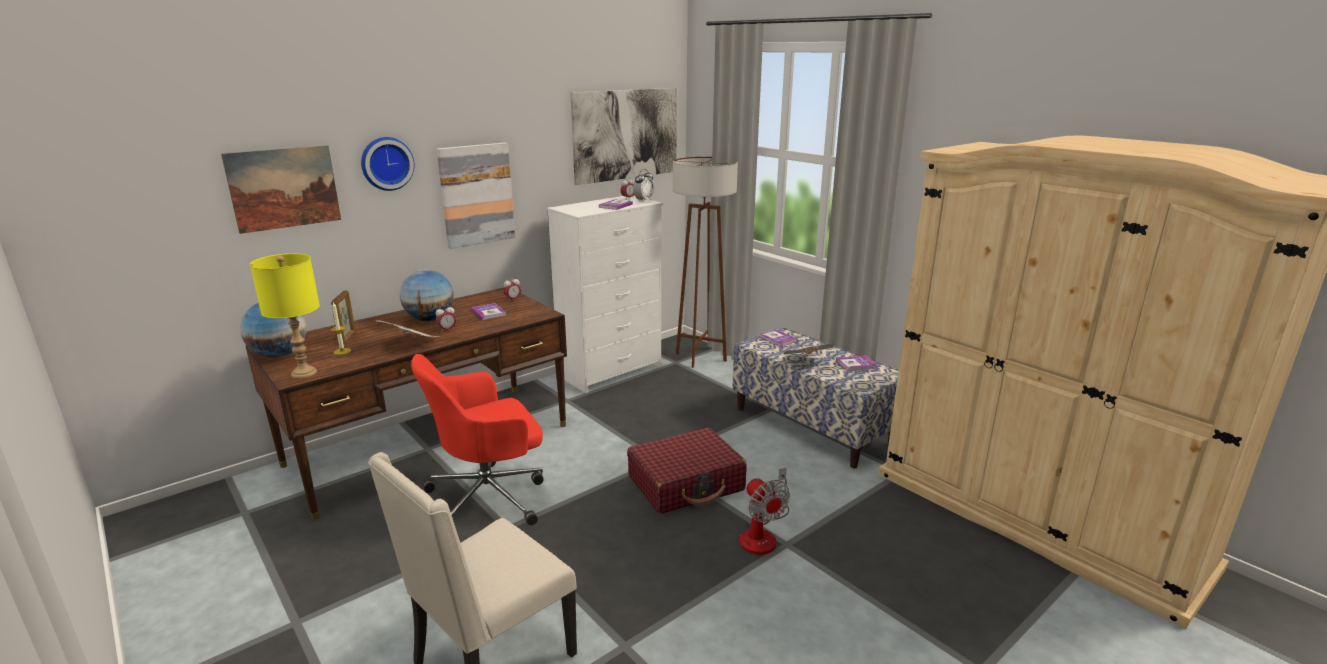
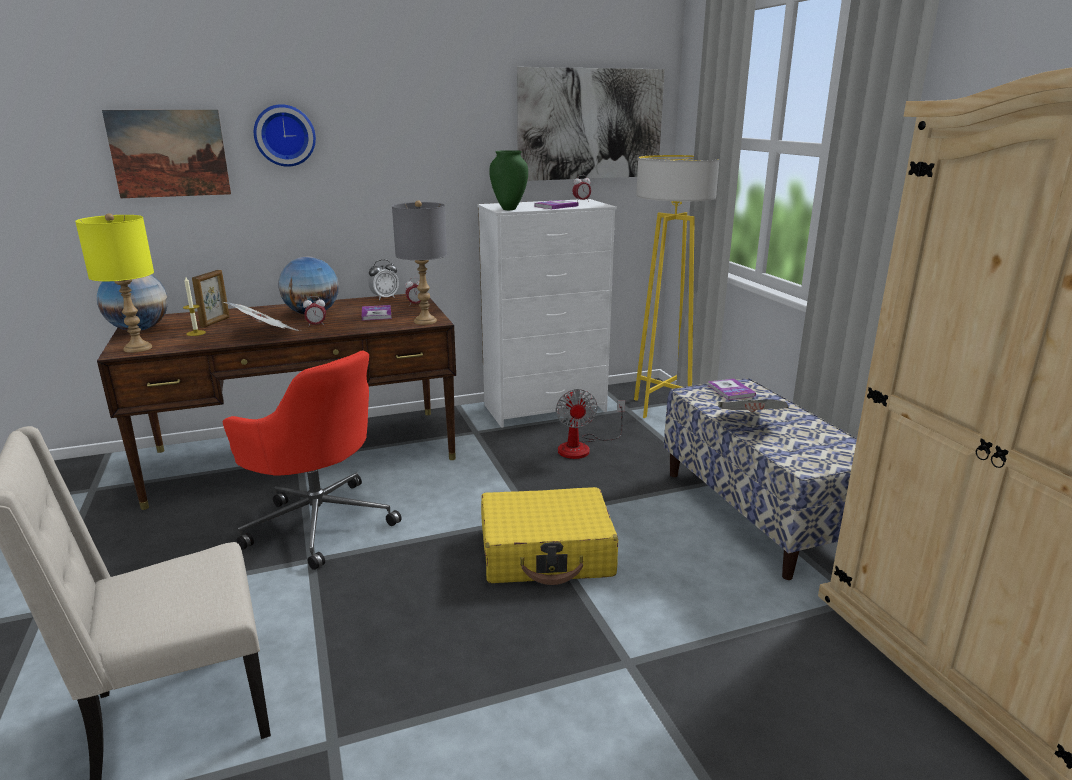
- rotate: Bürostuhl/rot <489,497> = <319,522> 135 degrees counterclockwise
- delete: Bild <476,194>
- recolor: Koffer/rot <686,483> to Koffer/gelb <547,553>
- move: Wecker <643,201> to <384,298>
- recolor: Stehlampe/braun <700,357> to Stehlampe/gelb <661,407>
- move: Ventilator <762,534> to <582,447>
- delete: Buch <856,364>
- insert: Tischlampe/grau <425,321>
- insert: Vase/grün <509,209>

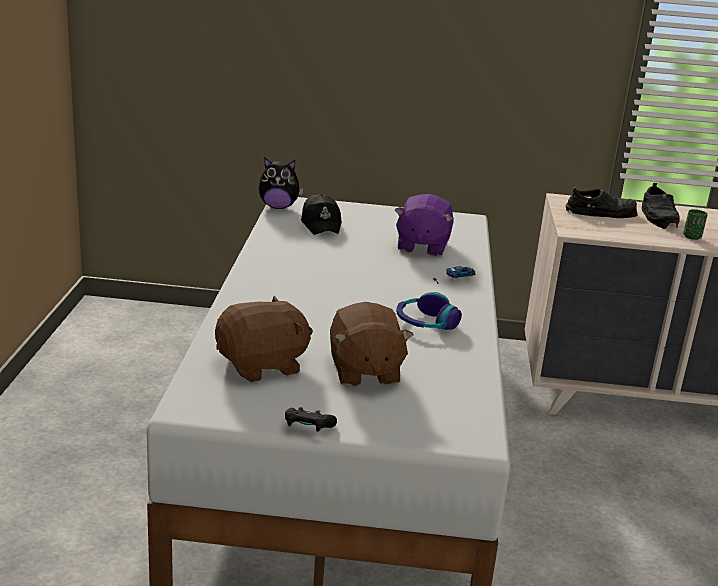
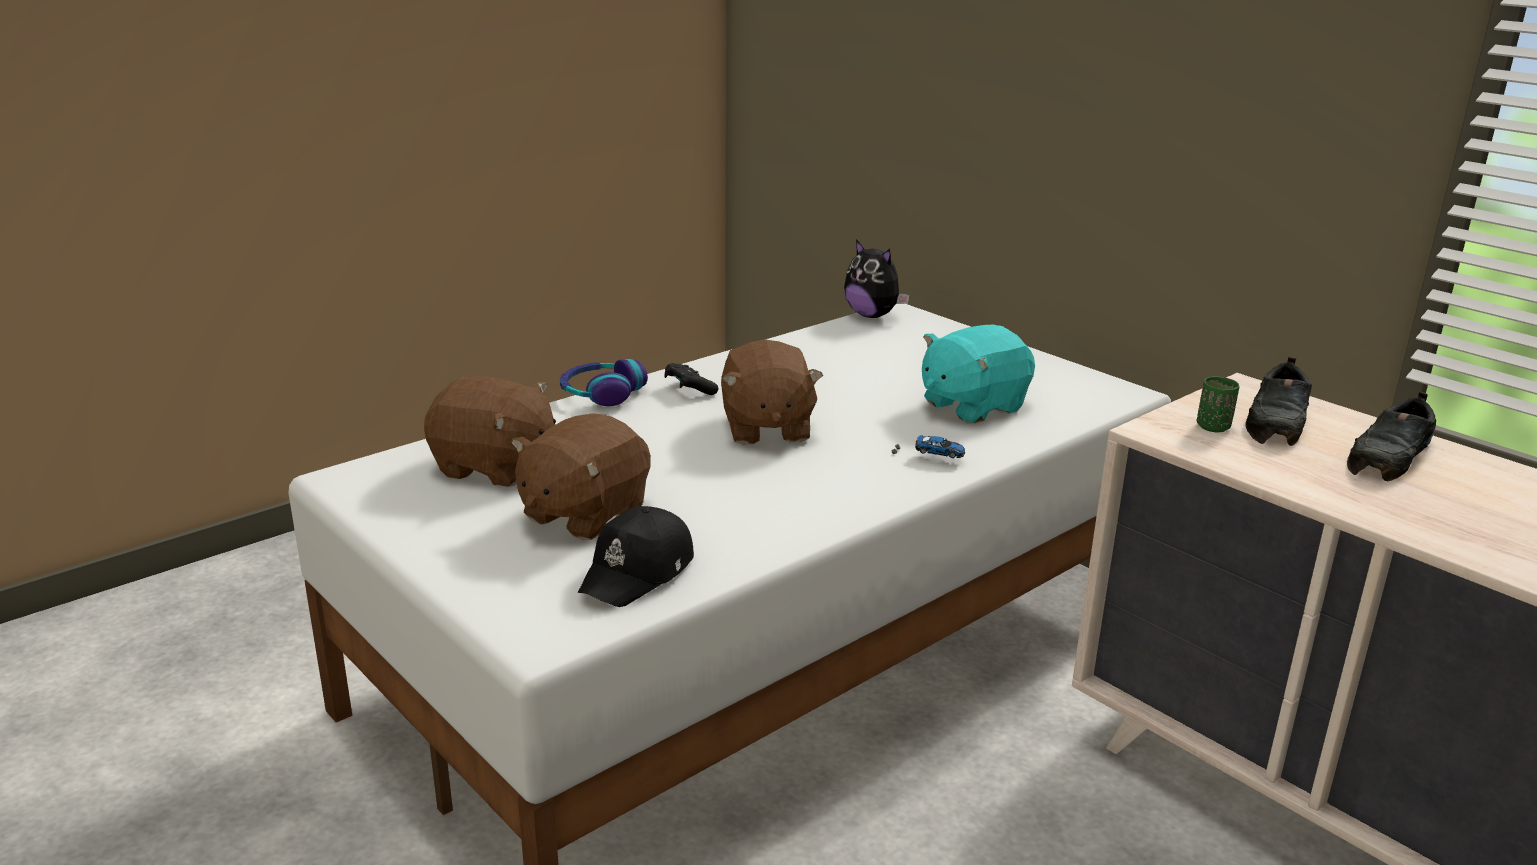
- move: Gamepad/schwarz <307,428> to <689,389>
- move: Kappe/schwarz <321,224> to <638,572>
- recolor: Plüschtier/lila <422,246> to Plüschtier/türkis <971,406>
- move: Kopfhörer <425,322> to <602,393>
- rotate: Schuh/schwarz <601,212> = <1278,421> 75 degrees clockwise
- move: Tasse/grün <692,237> to <1213,427>
- insert: Plüschtier/braun <766,428>

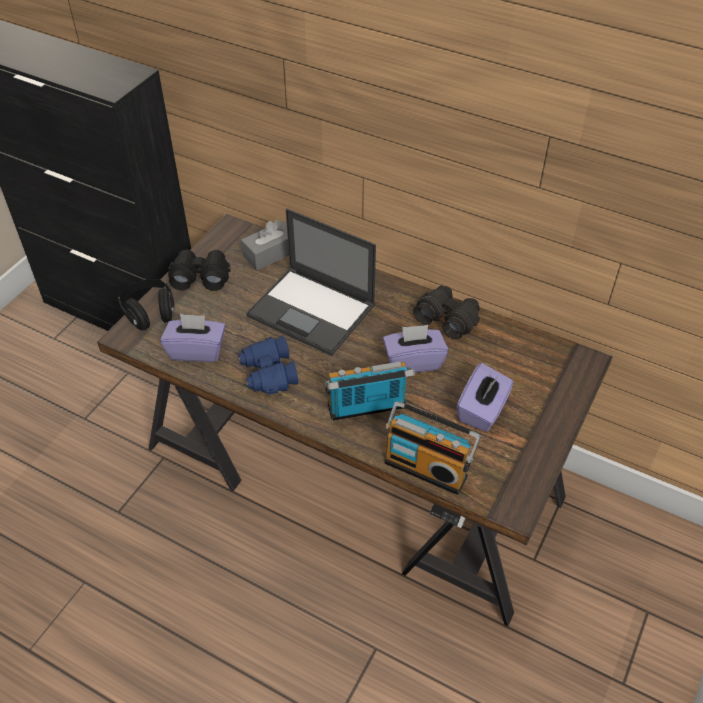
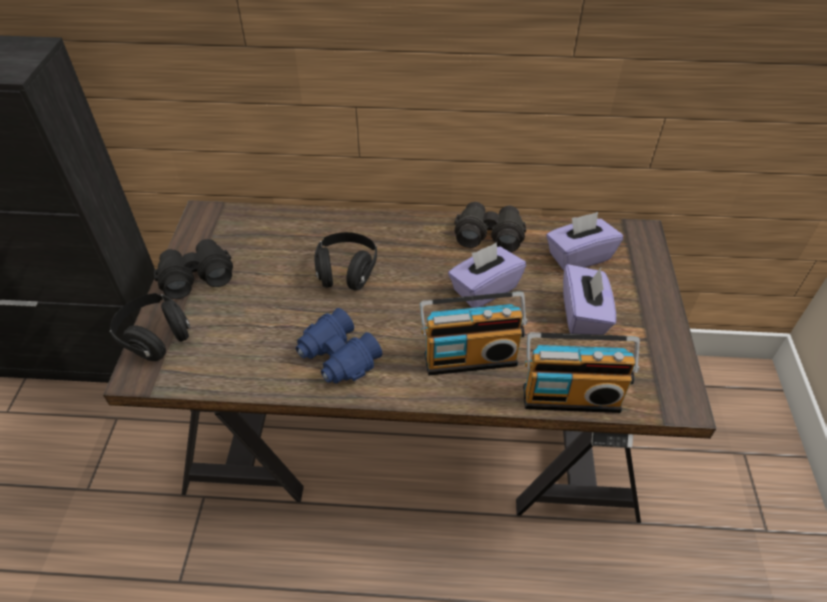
- move: Taschentuchbox/lila <197,350> to <578,256>
- delete: Taschentuchbox/grau <270,253>
- replace: Laptop <313,311> to Kopfhörer/schwarz <346,272>
- rotate: Radio <367,409> = <470,356> 150 degrees counterclockwise

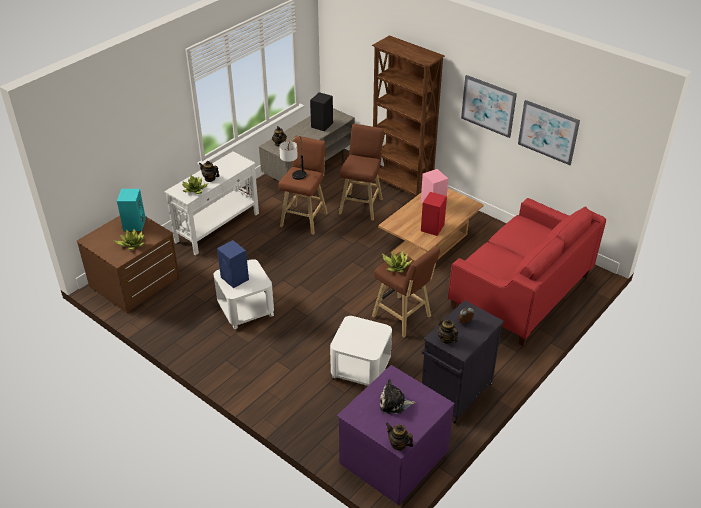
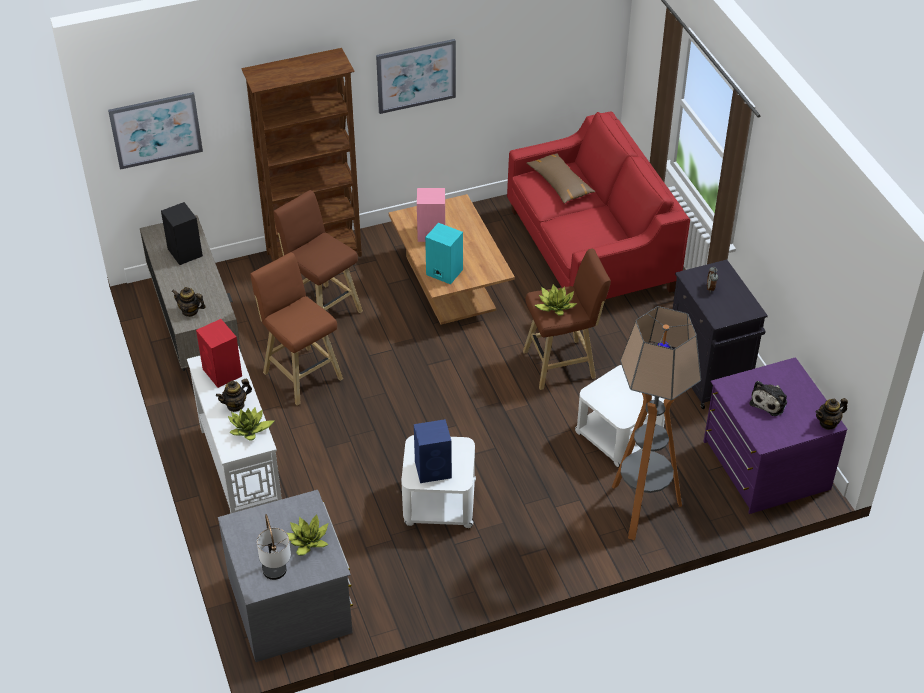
- recolor: Kommode/braun <135,283> to Kommode/grau <291,604>
- move: Lautsprecher/türkis <134,224> to <443,272>
- move: Tischlampe <294,178> to <277,579>
- move: Lautsprecher/rot <432,228> to <223,373>
- delete: Teekanne <446,339>
- move: Bild <548,132> to <156,130>
- insert: Kissen/braun <560,184>
- insert: Stehlampe <642,509>

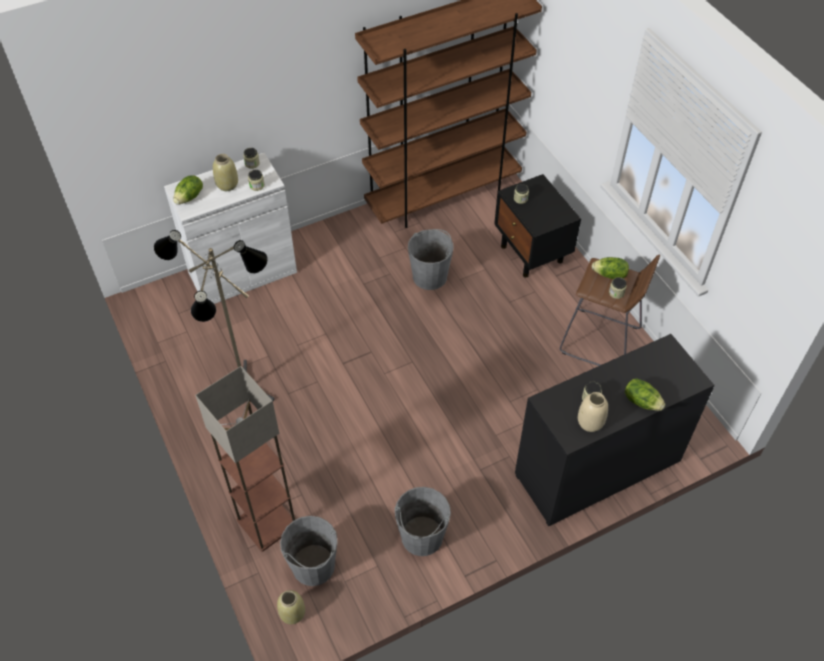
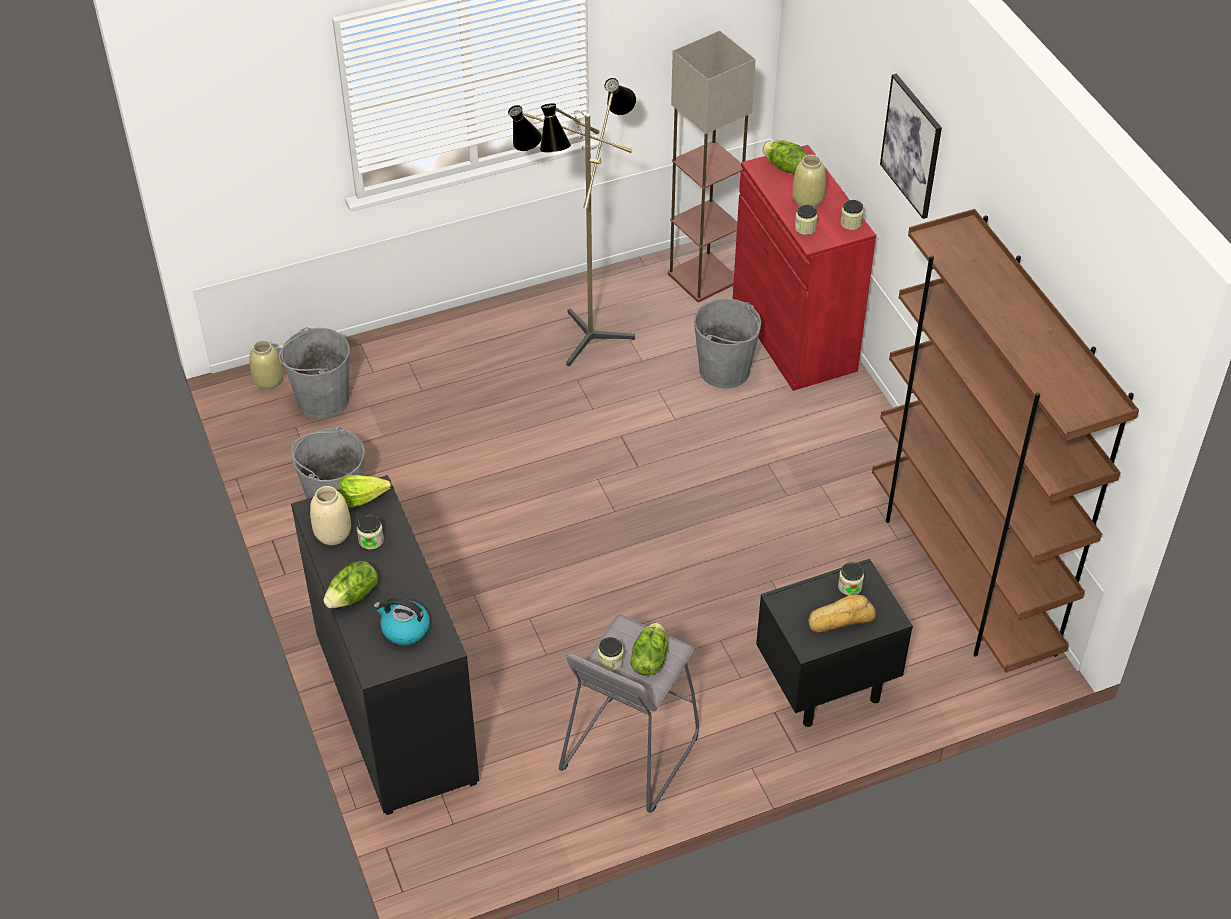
- recolor: Schrank/weiß <243,273> to Schrank/rot <794,334>
- move: Stehlampe <266,523> to <703,277>
- move: Eimer/grau <430,276> to <725,370>
- recolor: Hocker/braun <600,341> to Hocker/grau <628,753>
- insert: Salatkopf <367,499>
- insert: Wasserkessel <404,629>
- insert: Brot <840,618>
- insert: Bild <912,146>

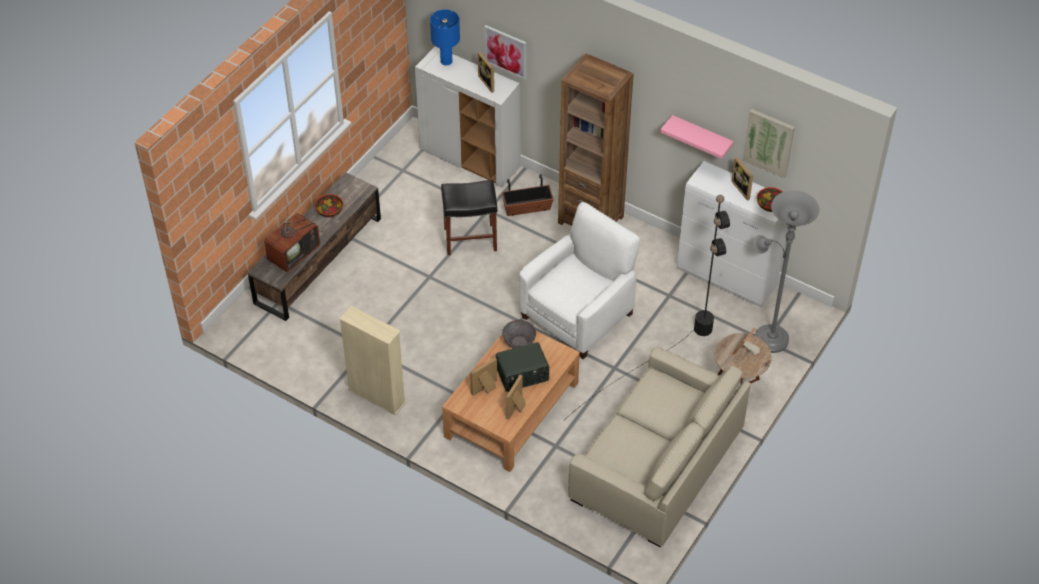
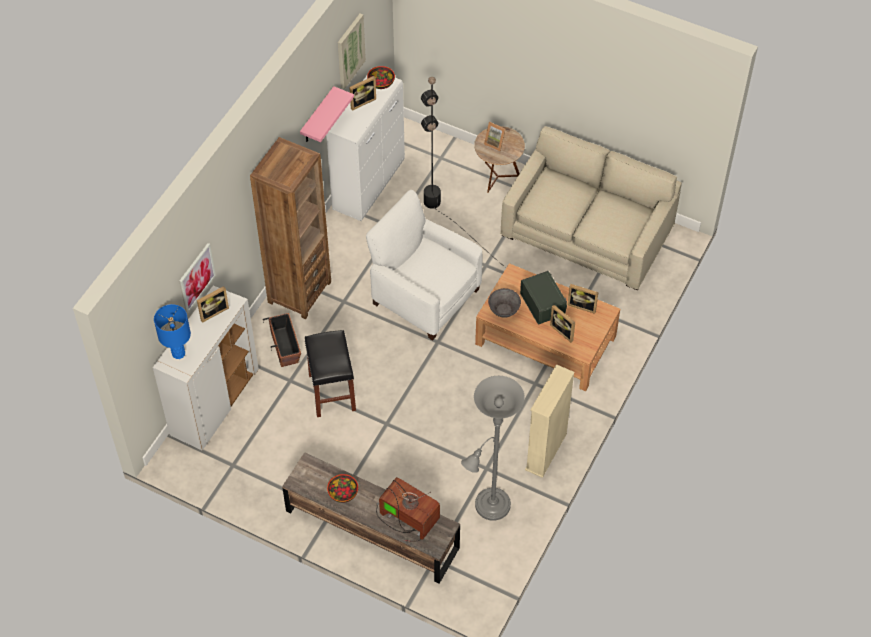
- move: Stehlampe/grau <768,336> to <489,508>

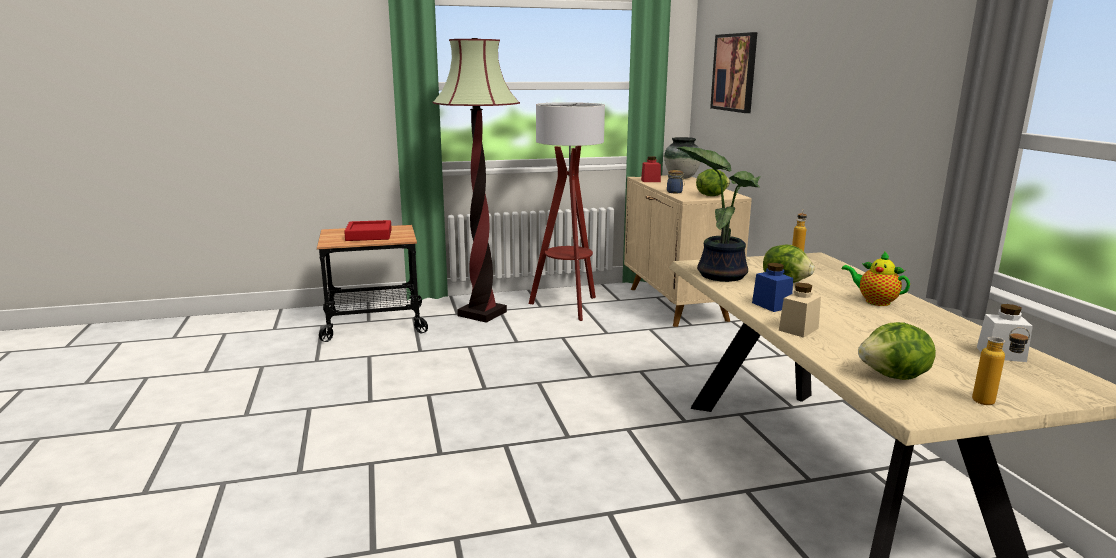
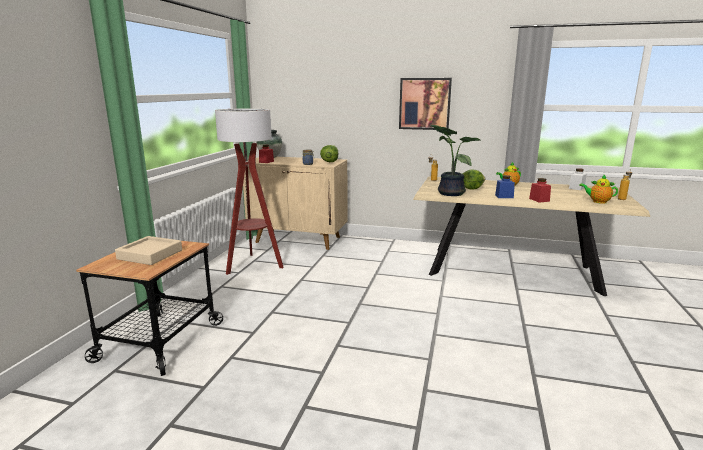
- recolor: Tablett/rot <369,235> to Tablett/beige <150,254>
- delete: Stehlampe <482,313>
- move: Bild <734,72> to <424,104>
- recolor: Vorratsglas/beige <798,329> to Vorratsglas/rot <539,200>
- replace: Salatkopf <894,377> to Teekanne <597,201>

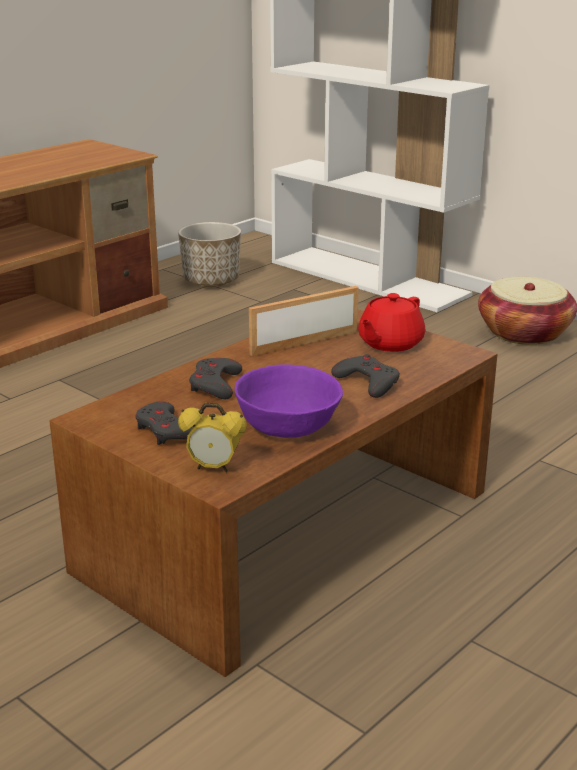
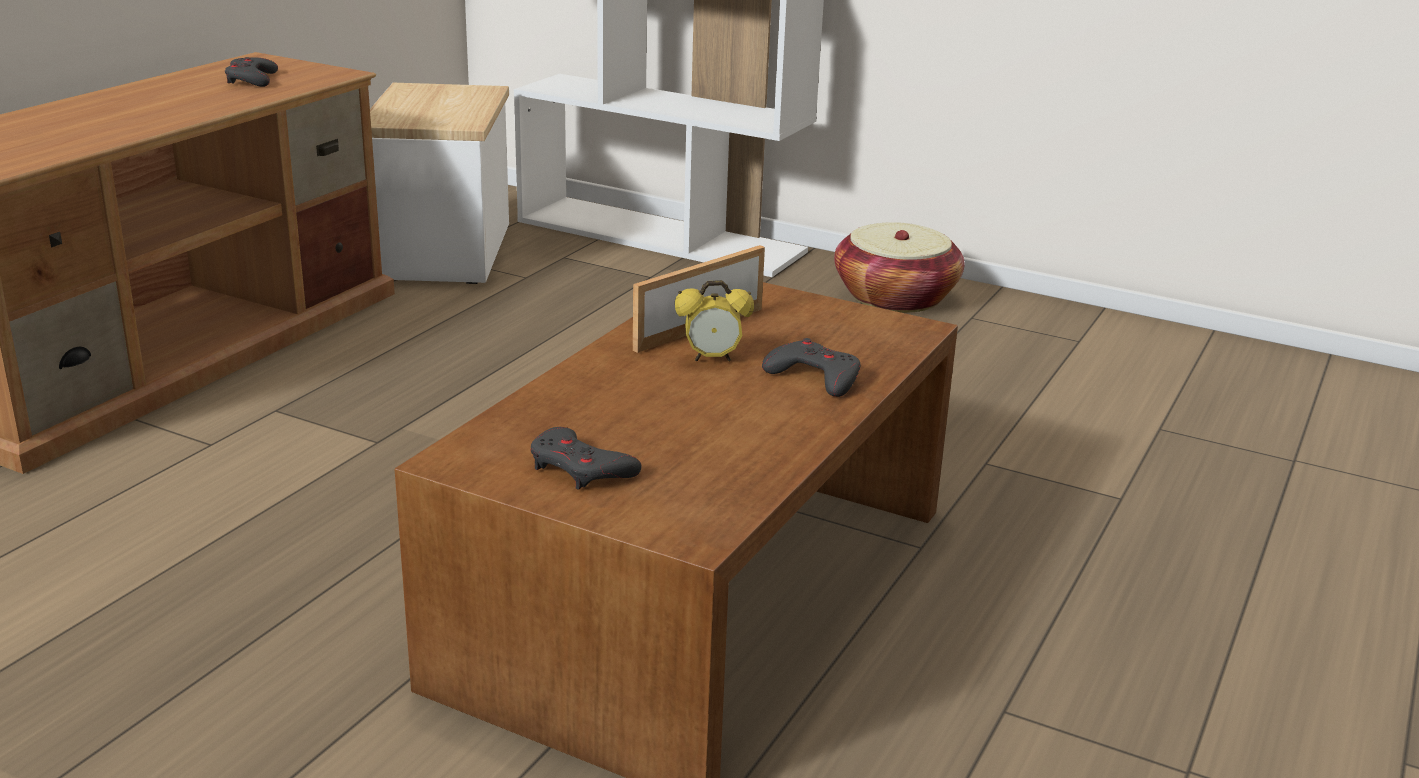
- replace: Pflanzkübel <211,281> to Beistelltisch <441,252>
- move: Wecker <213,468> to <712,358>
- move: Gamepad/grau <215,384> to <252,79>
- delete: Schüssel/lila <288,426>
- delete: Teekanne/rot <389,343>

